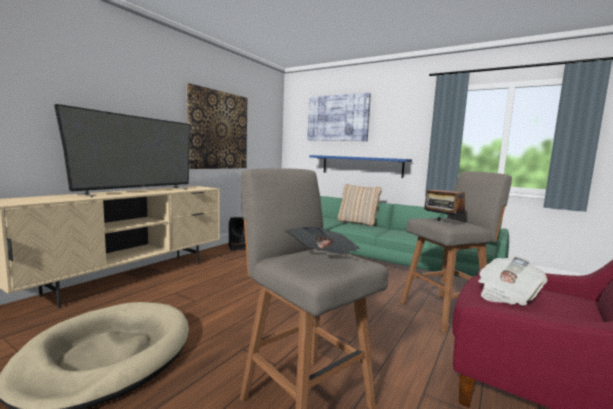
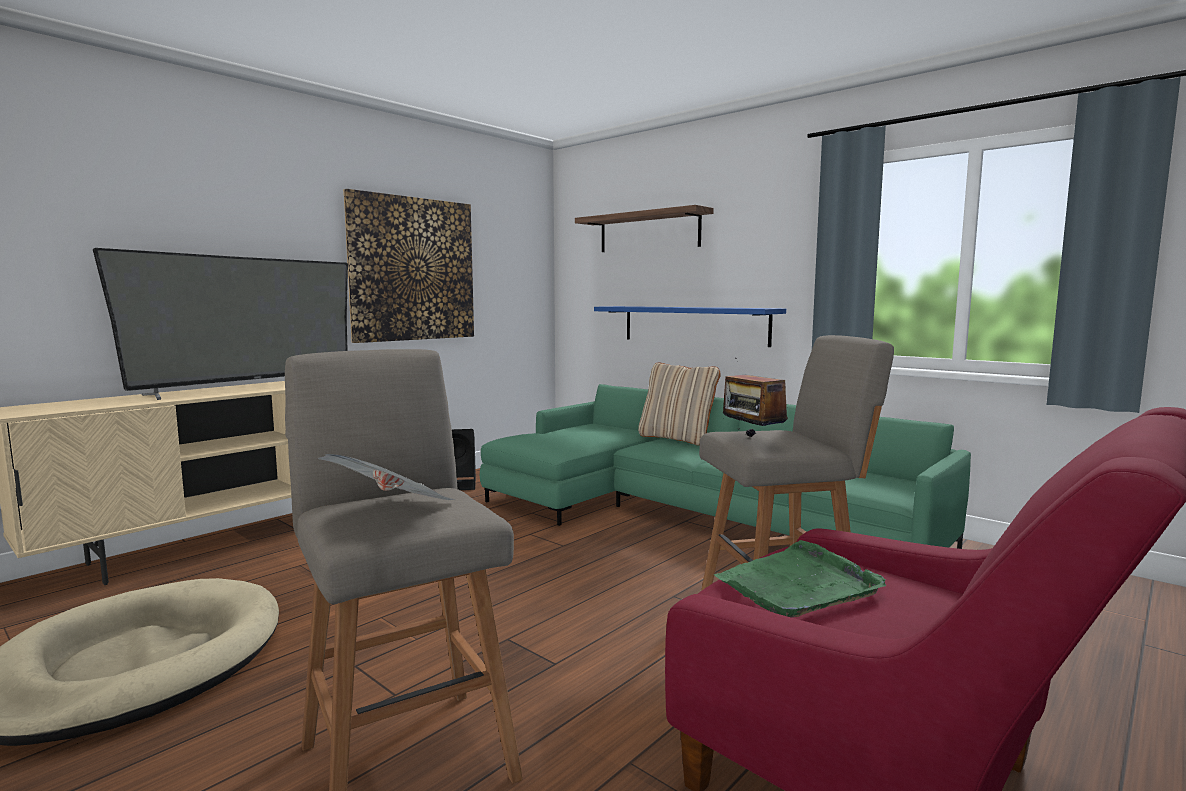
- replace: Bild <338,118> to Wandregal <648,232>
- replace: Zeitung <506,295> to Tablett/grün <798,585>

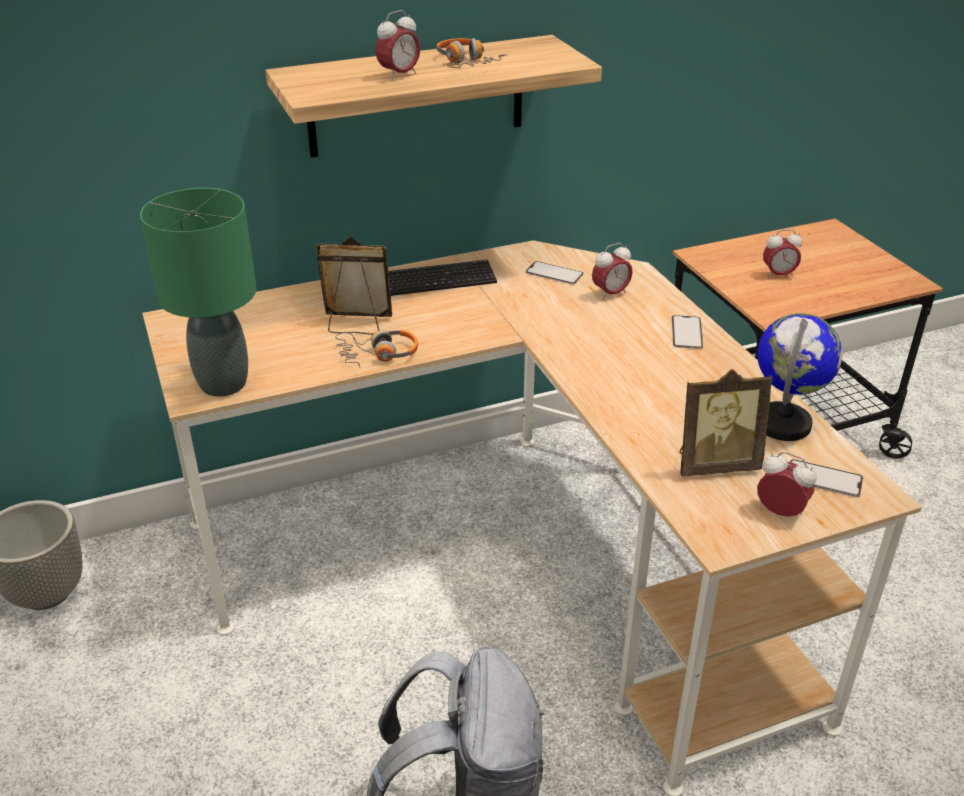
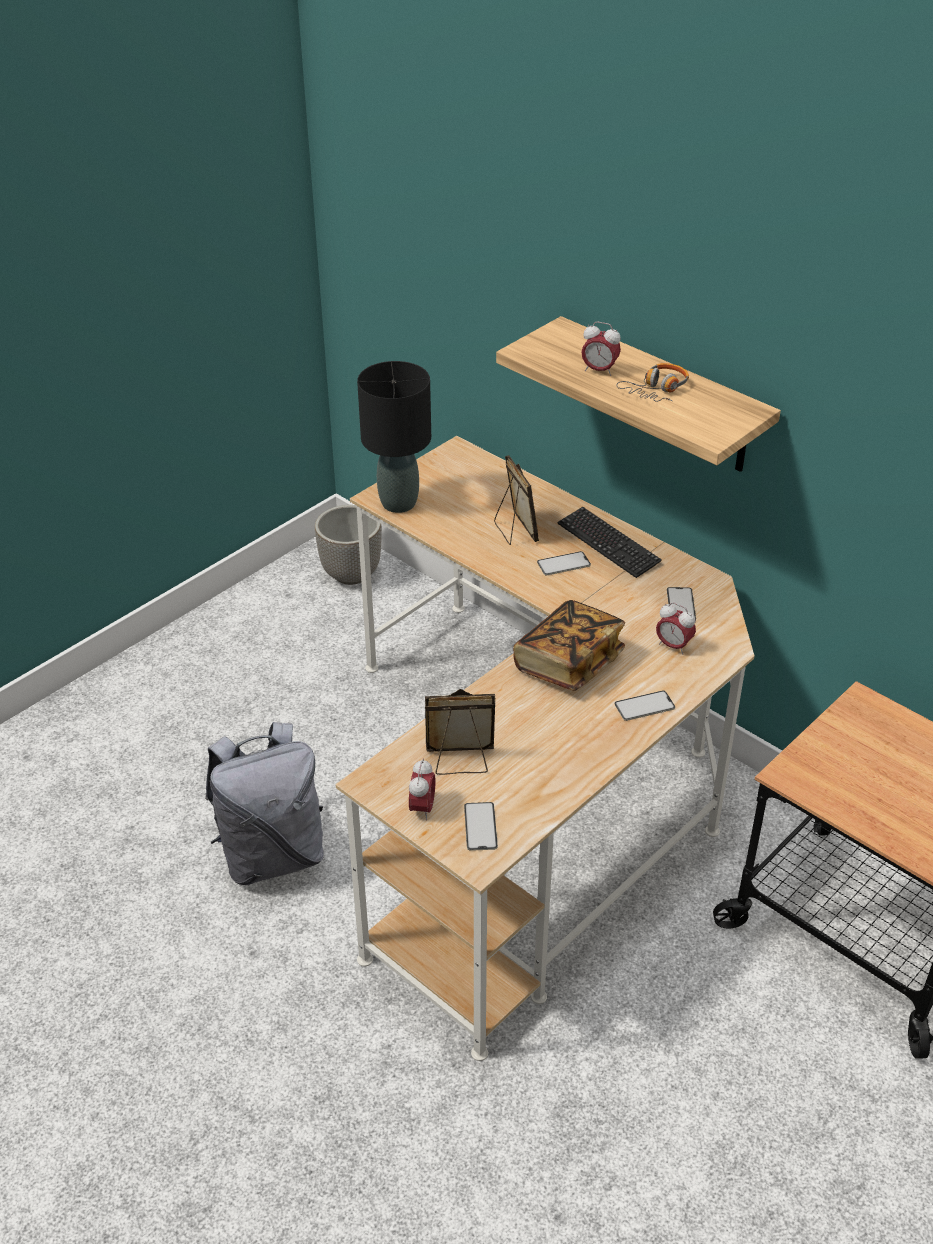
- recolor: Tischlampe/grün <222,384> to Tischlampe/schwarz <398,503>
- delete: Kopfhörer <378,354>
- rotate: Bilderrahmen <715,464> = <460,761> 120 degrees clockwise
- delete: Globus <783,424>
- delete: Wecker <778,275>
- insert: Buch <568,662>
- insert: Handy <563,564>

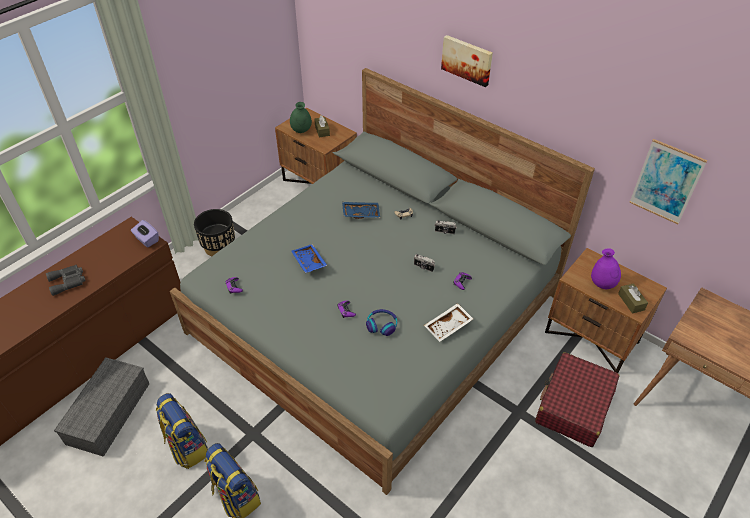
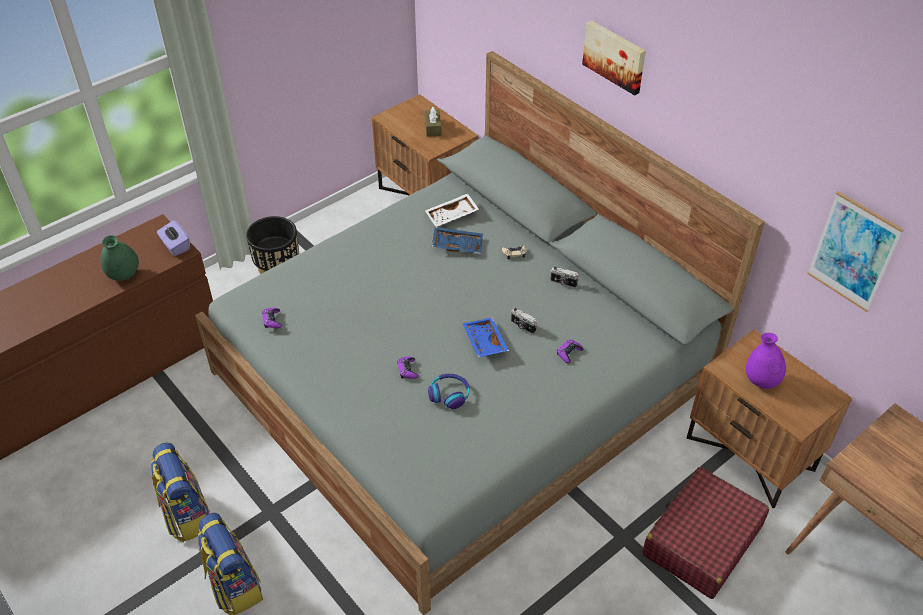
- delete: Fernglas/grau <68,281>
- delete: Aufbewahrungsbox/grau <109,414>
- move: Vase/grün <301,130> to <124,275>
- move: Tablett/blau <308,262> to <484,342>
- move: Tablett/weiß <448,326> to <452,216>
- delete: Taschentuchbox/braun <631,302>

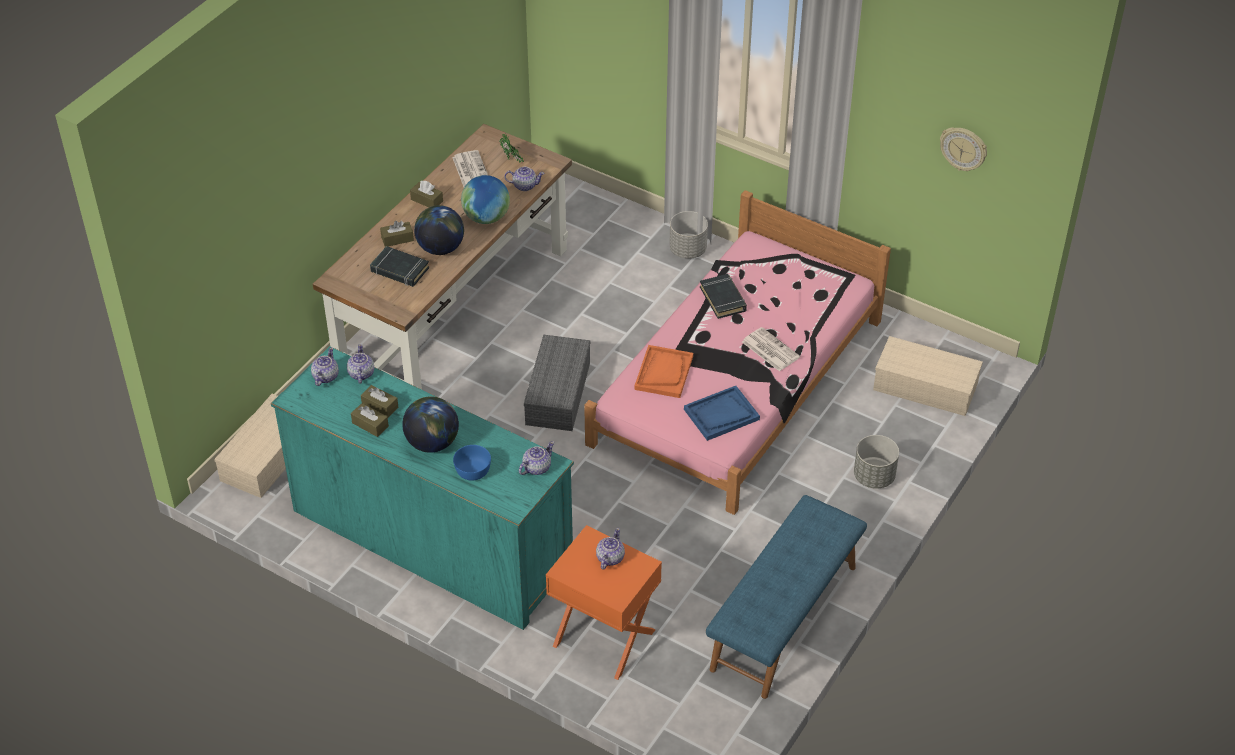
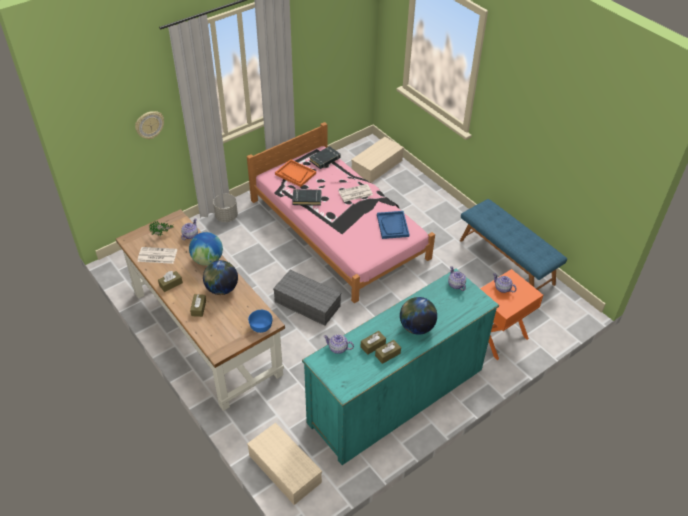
- delete: Teekanne <325,377>
- move: Buch/schwarz <399,270> to <325,159>
- move: Schüssel/blau <472,470> to <260,326>
- move: Tablett/orange <663,373> to <295,174>
- delete: Pflanzkübel/grau <874,477>
- move: Wanduhr <963,148> to <149,125>

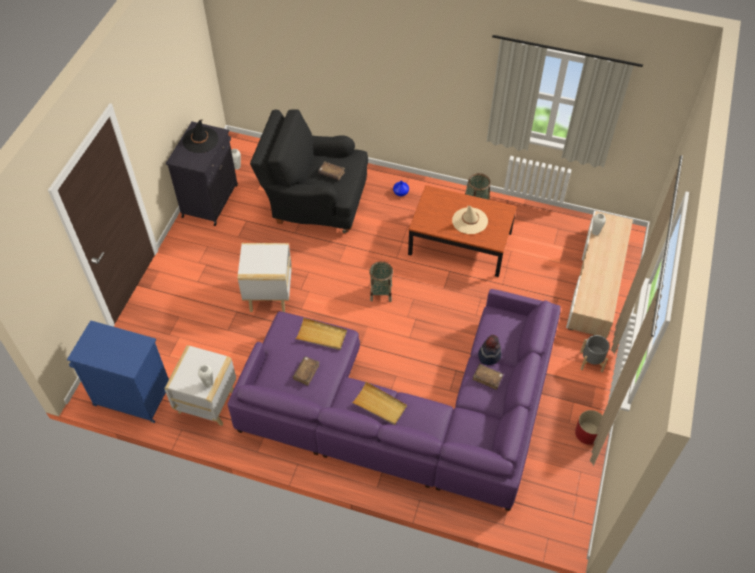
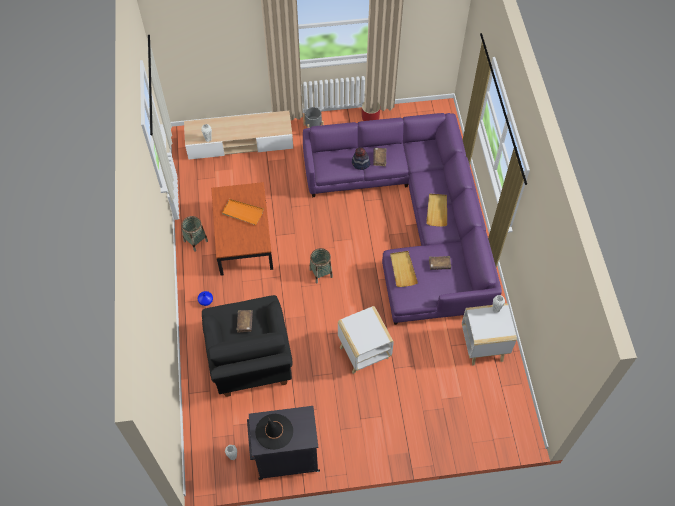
- delete: Schrank/blau <131,396>
- replace: Hut/beige <469,221> to Tablett/orange <242,212>

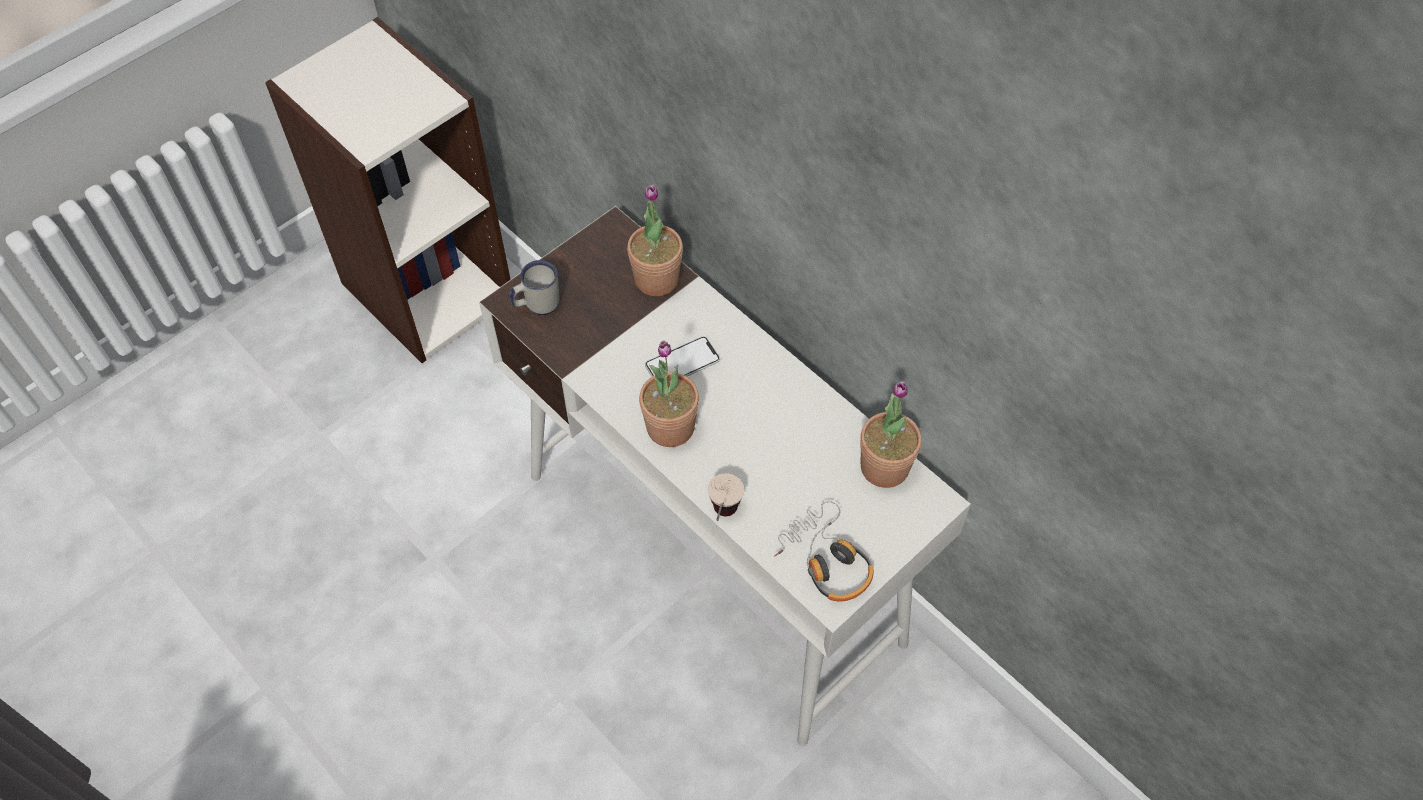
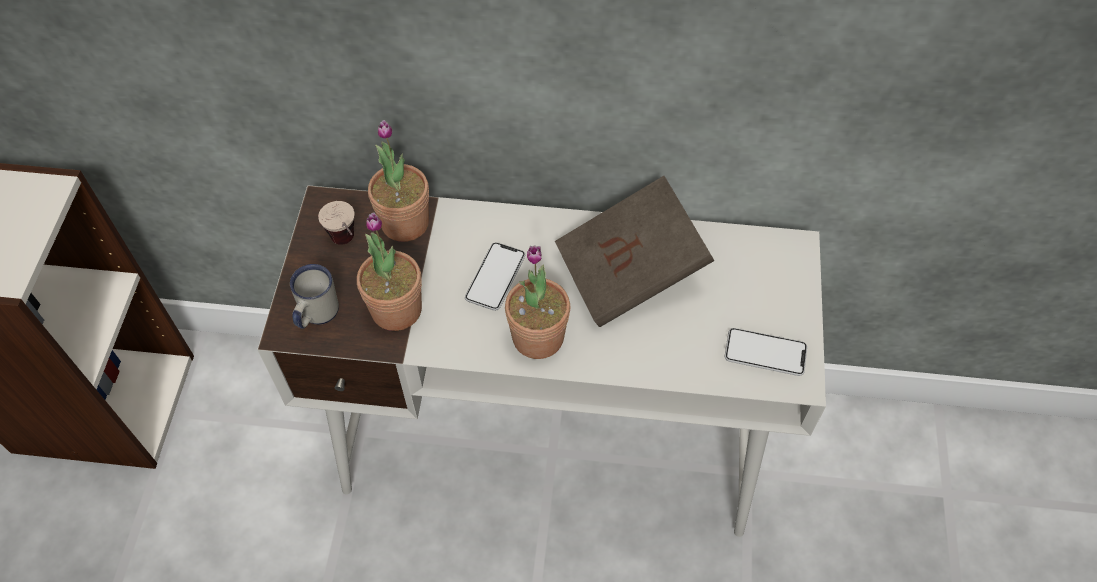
- move: Tasse <723,519> to <348,246>
- replace: Kopfhörer <826,560> to Handy <765,353>
- move: Topfpflanze <884,467> to <396,309>
- insert: Buch/braun <630,272>

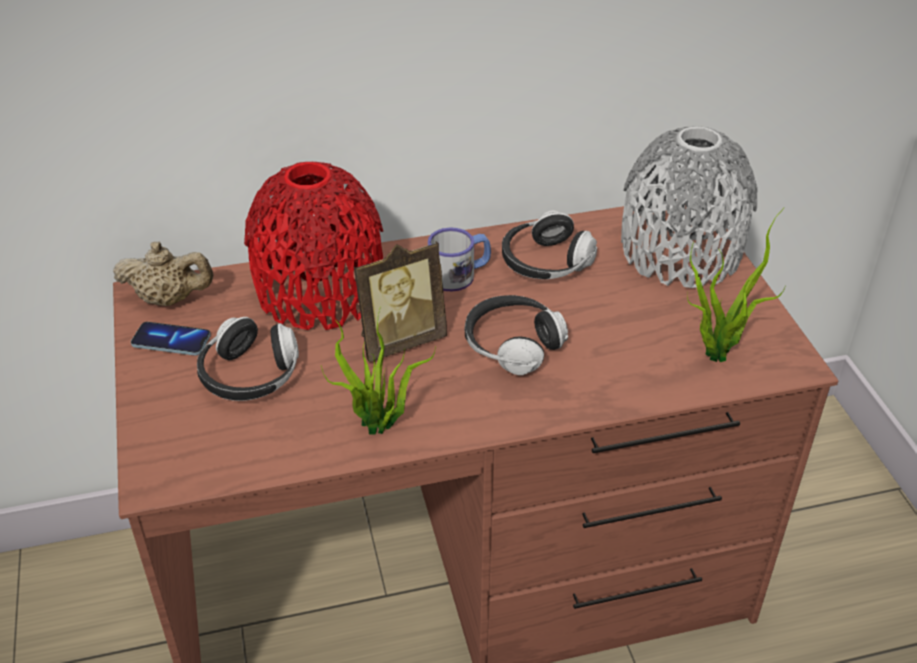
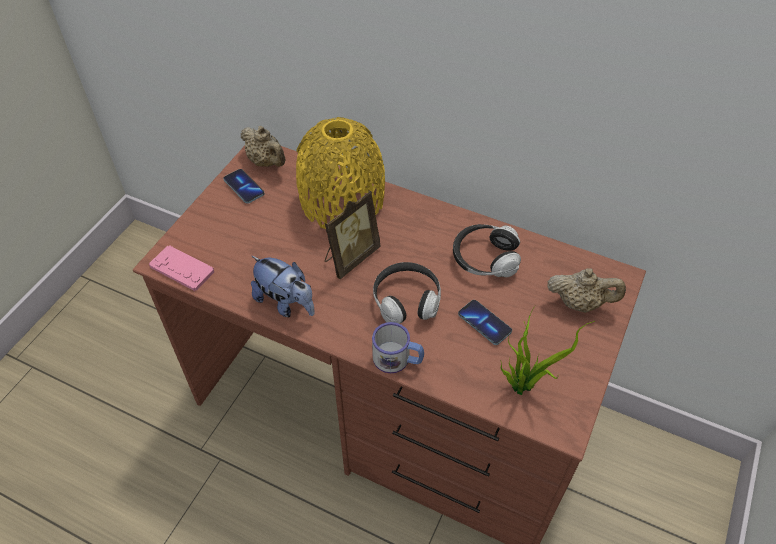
- delete: Kopfhörer <250,376>
- recolor: Vase/rot <320,291> to Vase/gelb <342,201>
- replace: Topfpflanze <379,427> to Plüschtier <286,303>
- rotate: Bilderrahmen <399,340> = <350,257> 60 degrees counterclockwise
- move: Henkelbecher <459,275> to <397,359>
- replace: Vase/grau <680,252> to Teekanne/beige <580,303>
- insert: Gamepad/rosa <182,269>
- insert: Handy <484,323>

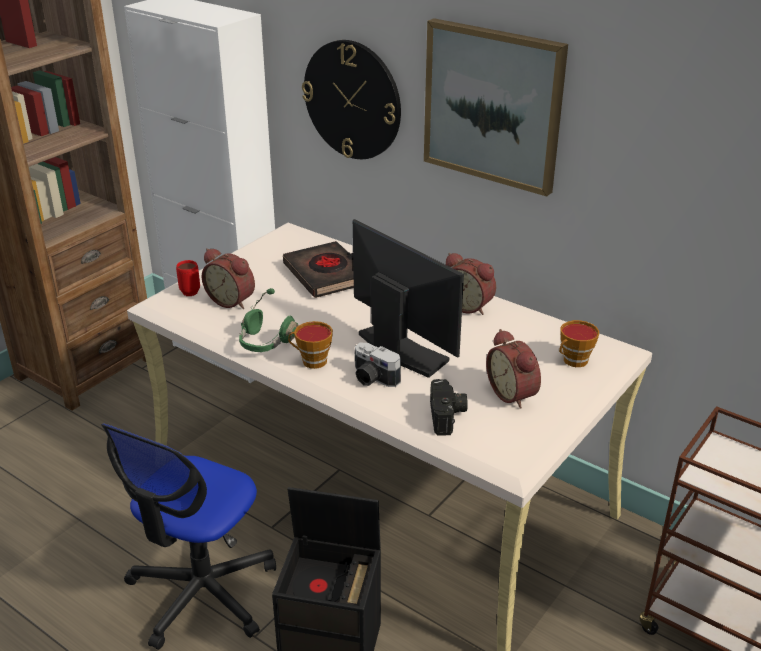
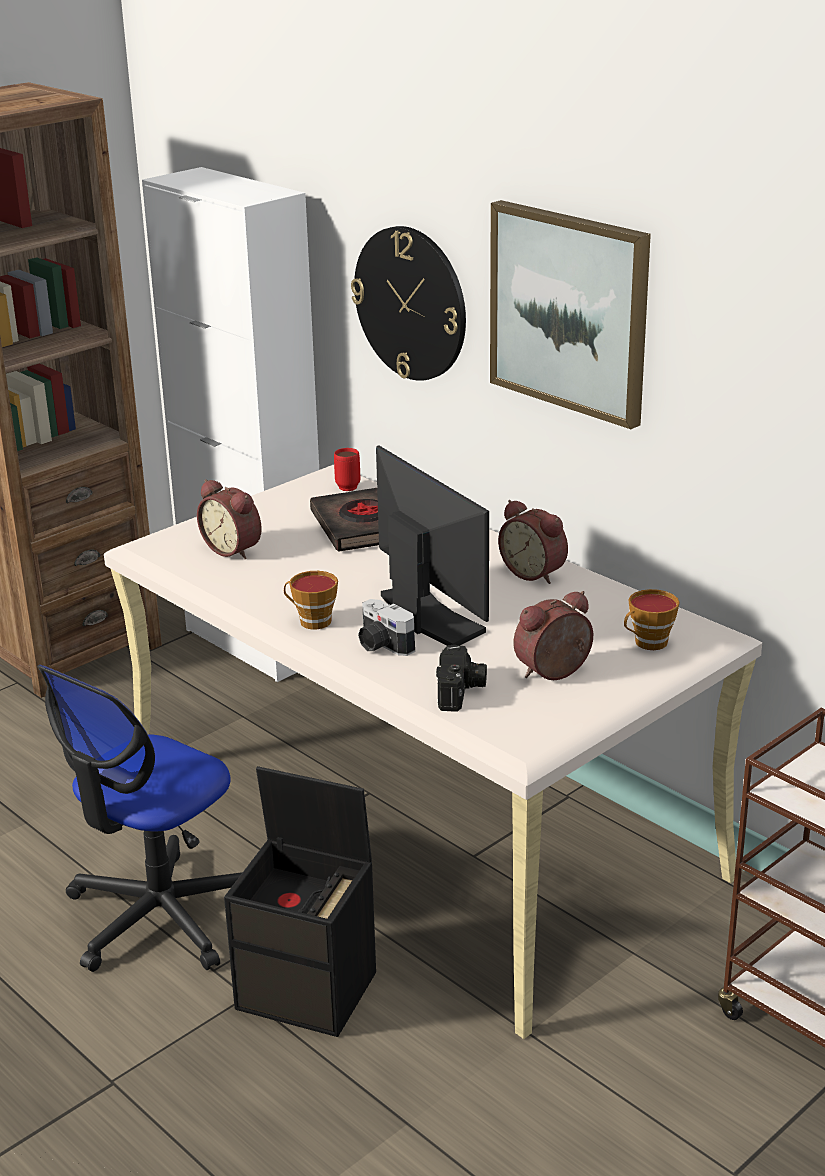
- move: Henkelbecher/rot <192,290> to <350,486>
- delete: Kopfhörer/grün <265,342>
- rotate: Wecker <514,394> = <555,673> 75 degrees clockwise

